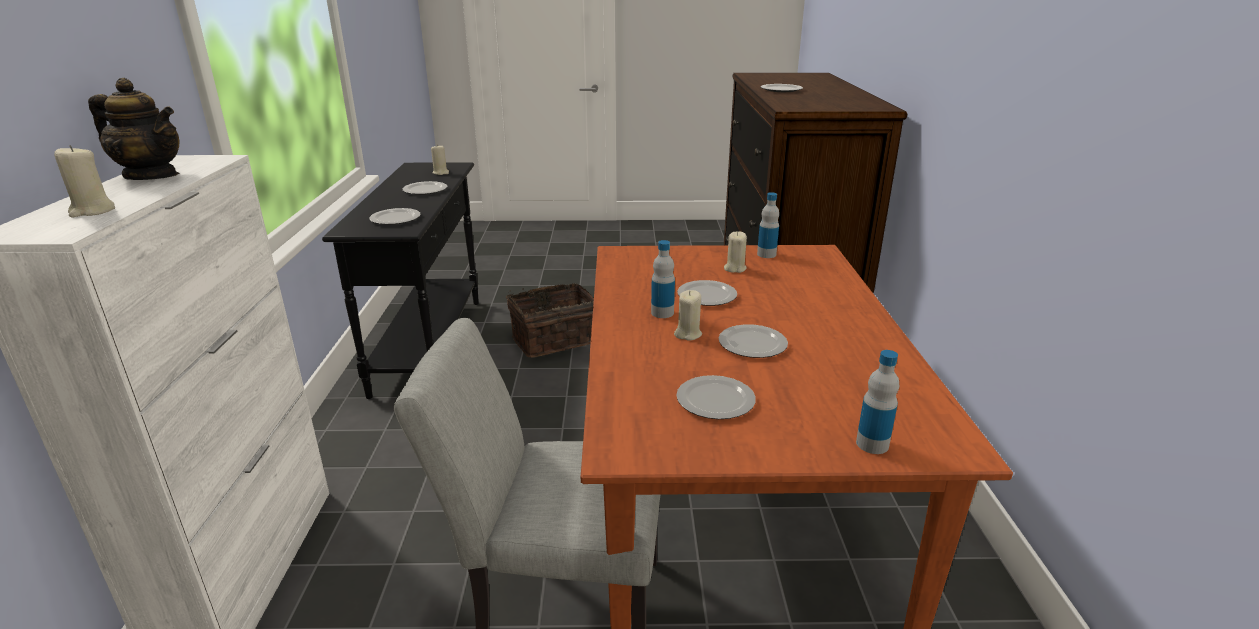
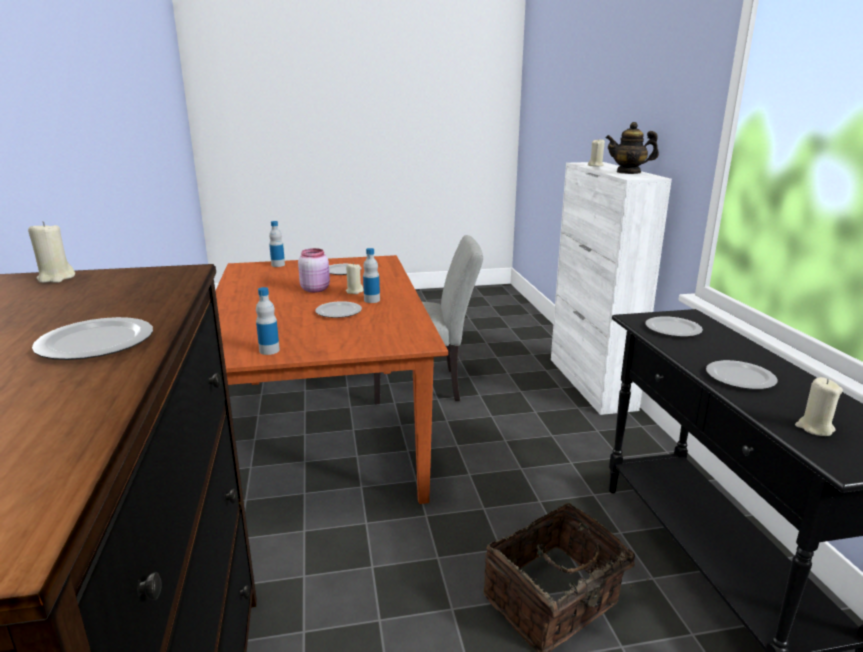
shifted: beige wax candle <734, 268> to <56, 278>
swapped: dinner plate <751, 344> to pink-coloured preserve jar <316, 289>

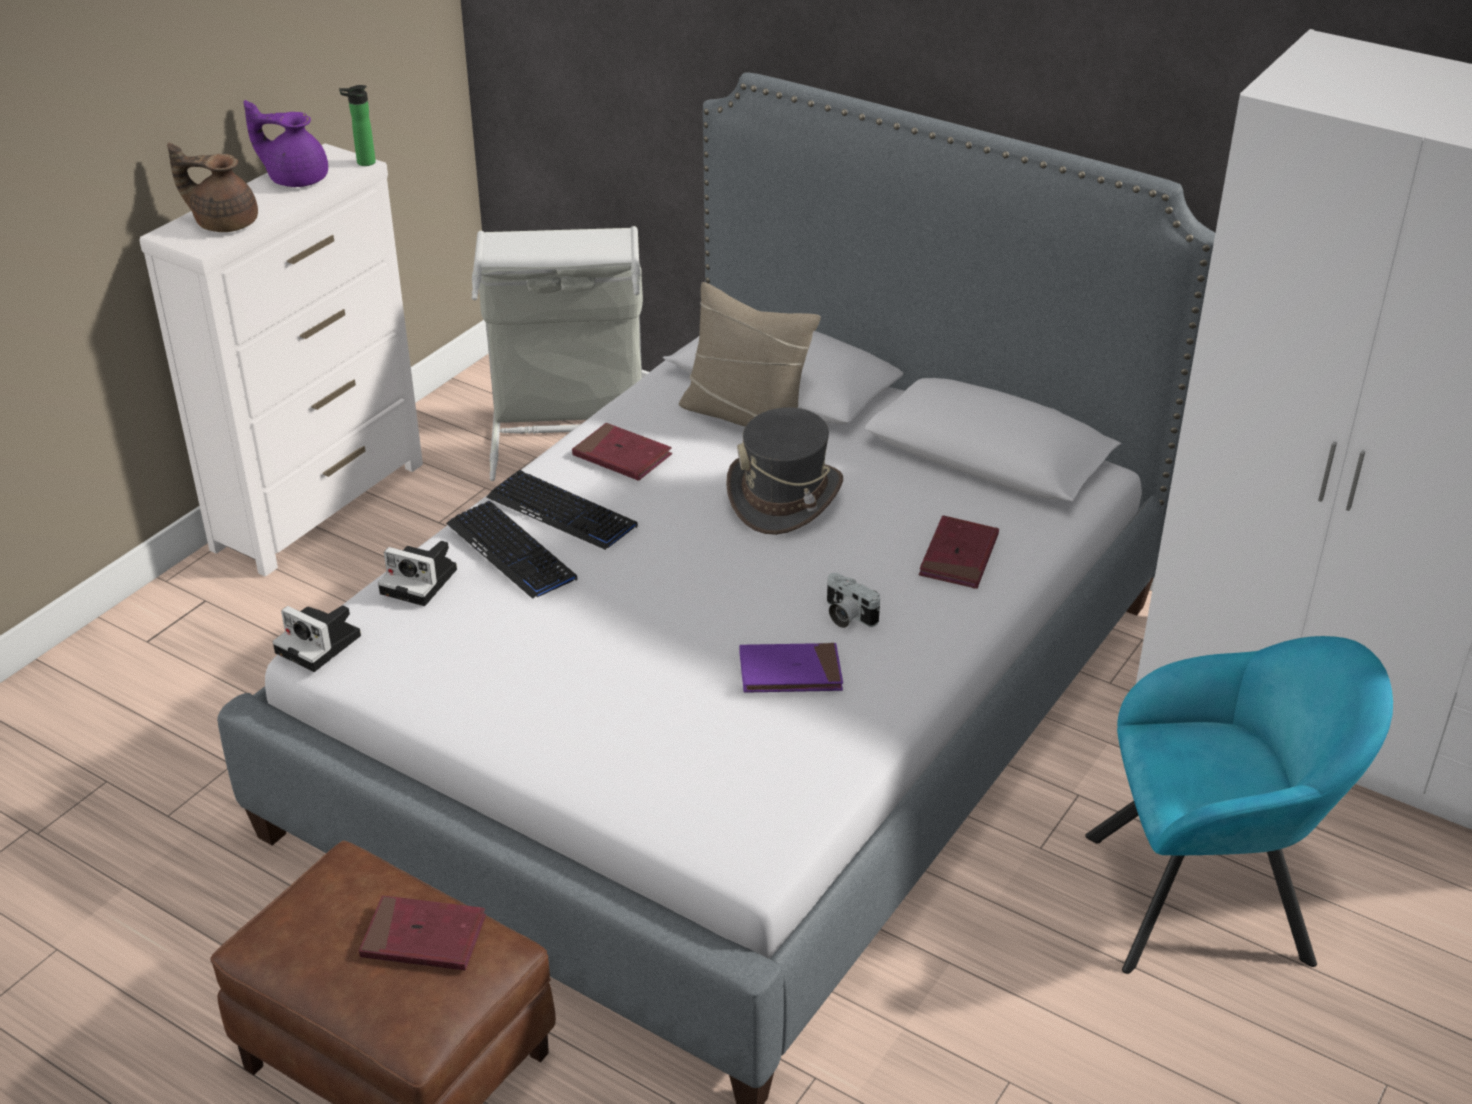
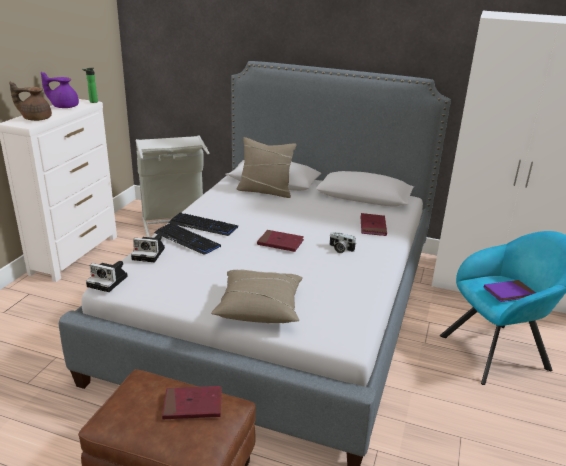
gone: grey clothing hat <785, 497>
new: beige pillow <259, 307>
shifted: red book <622, 456> to <280, 243>; purple book <790, 672> to <509, 293>

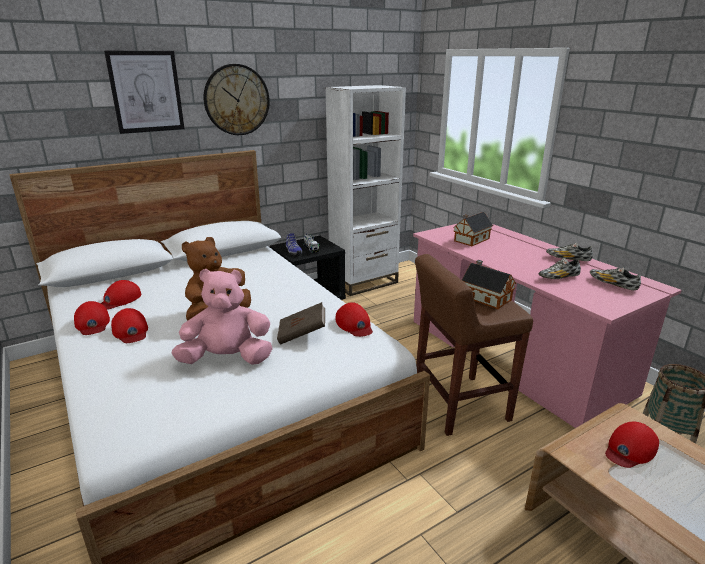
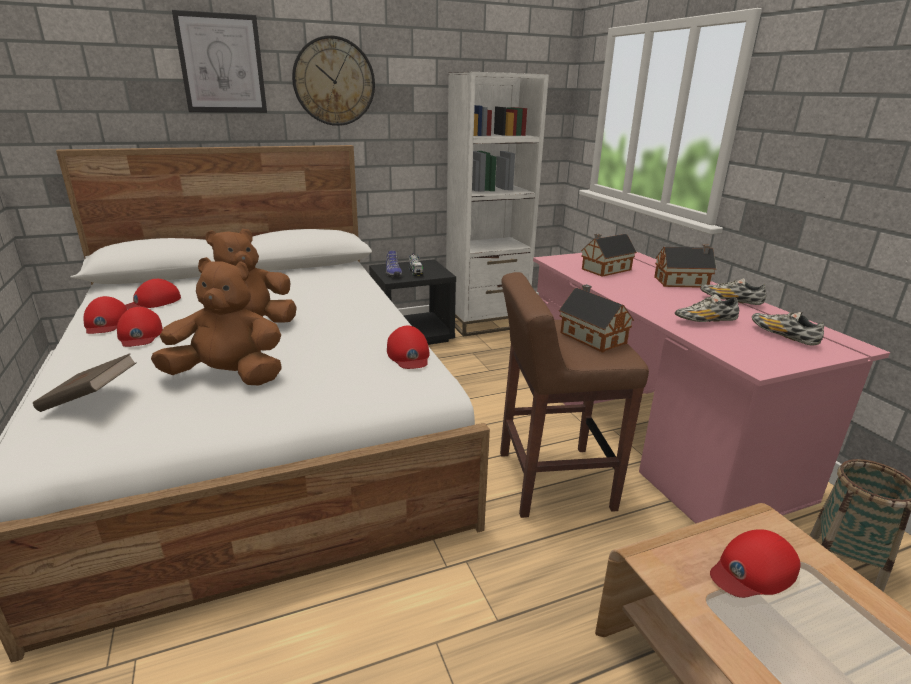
new: toy house <683, 282>
shifted: brown-coloured book <302, 334> to <90, 400>
repainted: pink-coloured cuddly toy <227, 359> to brown-coloured cuddly toy <228, 377>

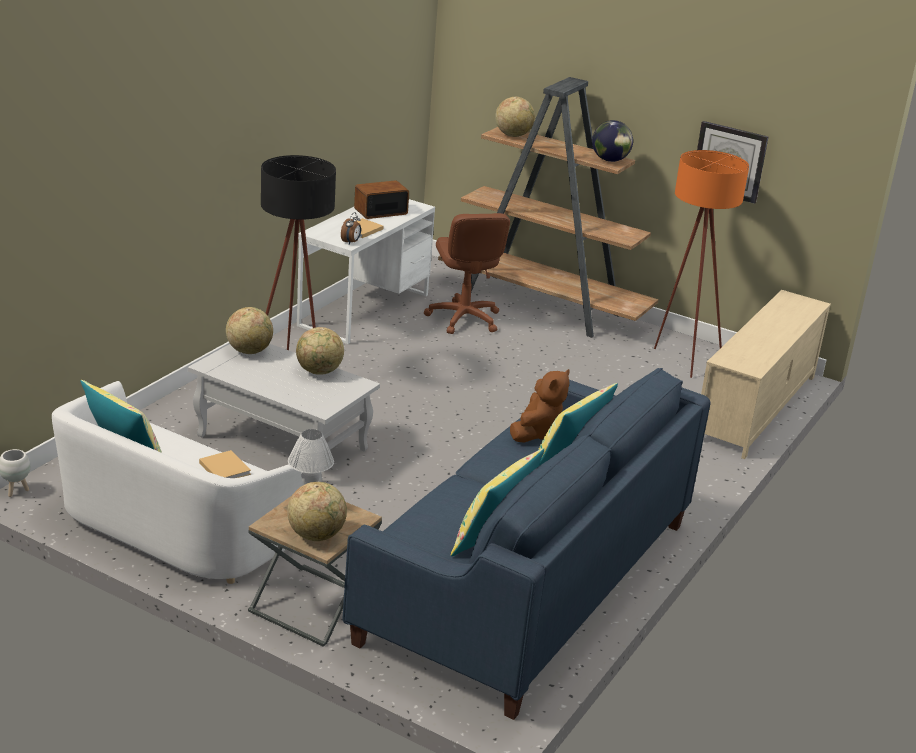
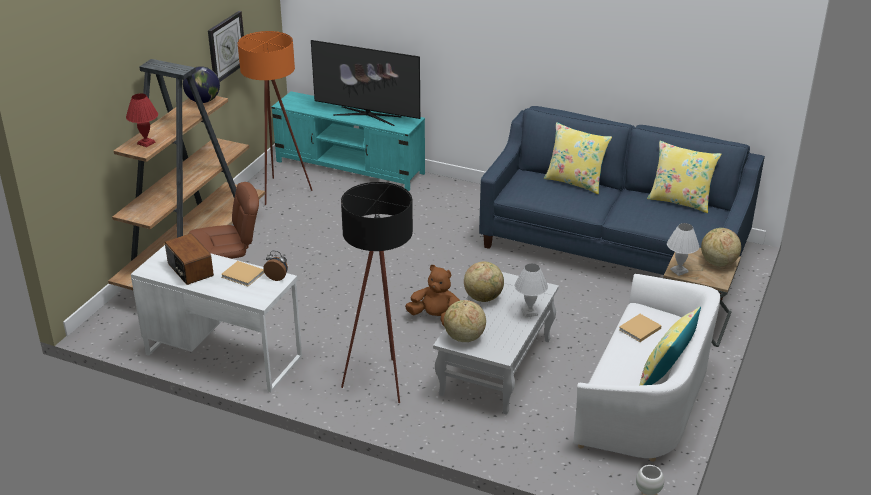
new: TV set <367, 116>; white-coloured tabletop lamp <530, 312>
shifted: brown-coloured cuddly toy <537, 433> to <435, 318>
swapped: globe <513, 135> to red tabletop lamp <145, 143>
repainted: beige media console <755, 408> to blue-green media console <350, 167>

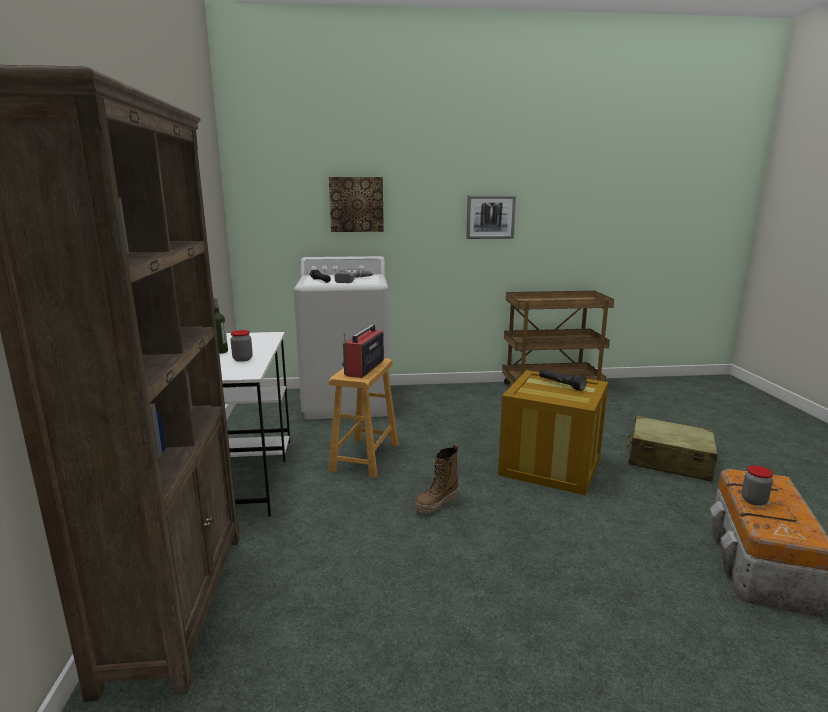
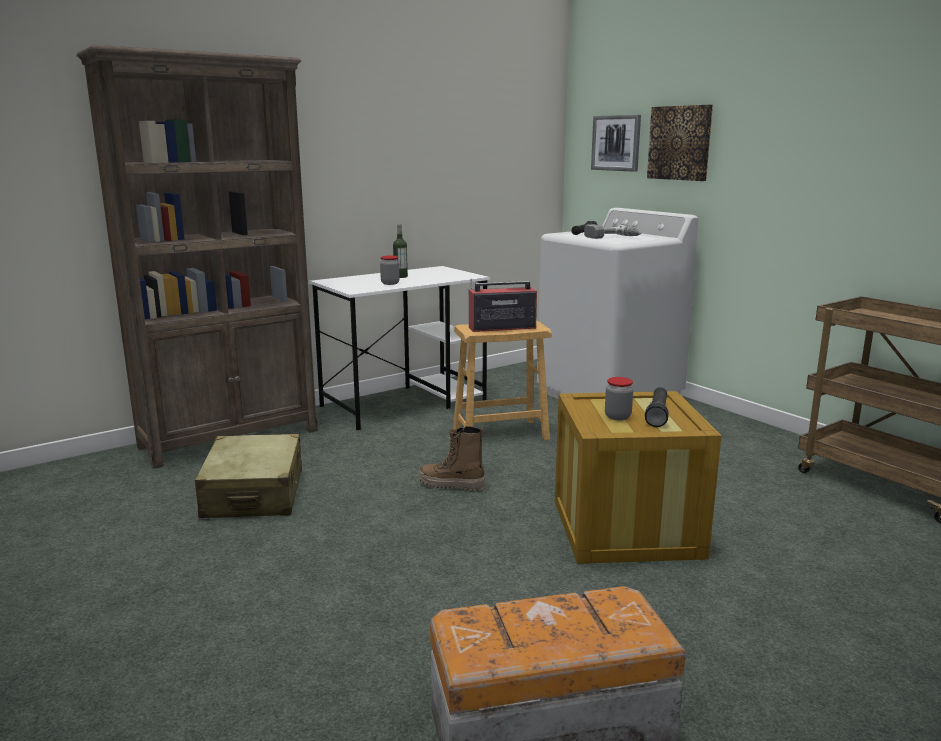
shifted: wall art <490, 217> to <616, 143>; beige suitcase <668, 461> to <254, 493>; preserve jar <754, 501> to <617, 417>

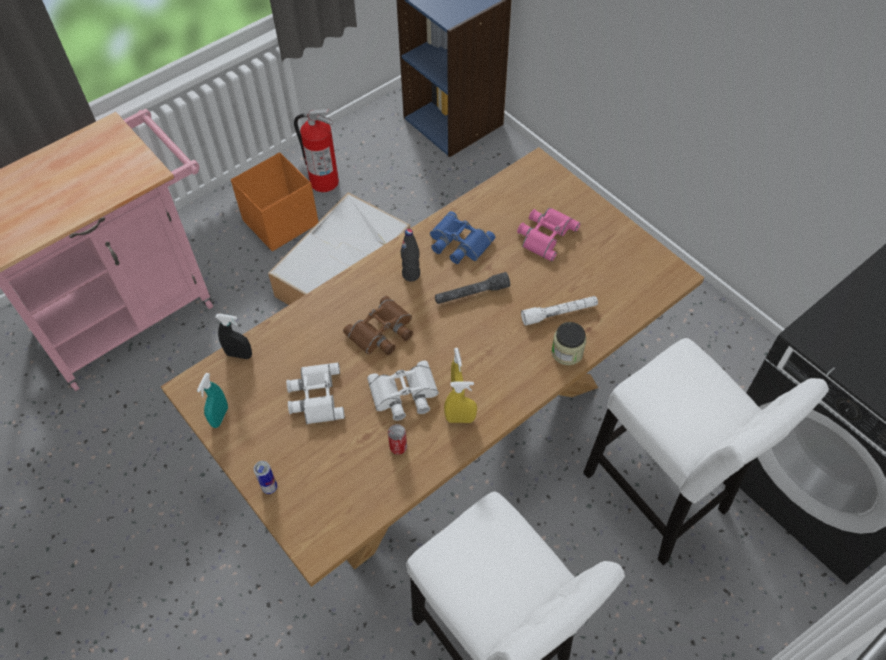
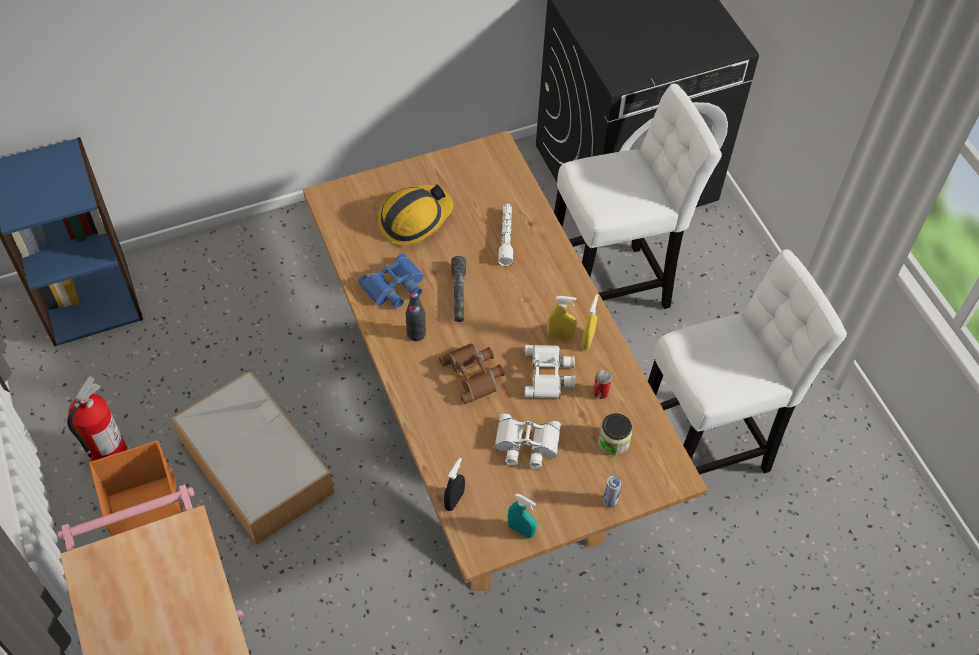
shifted: preserve jar <567, 352> to <613, 442>
swapped: pink-coloured field glasses <545, 234> to safety helmet <414, 219>

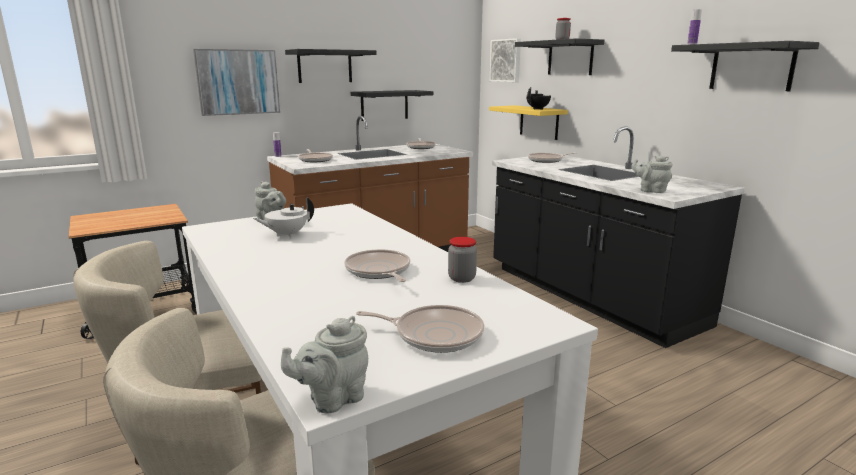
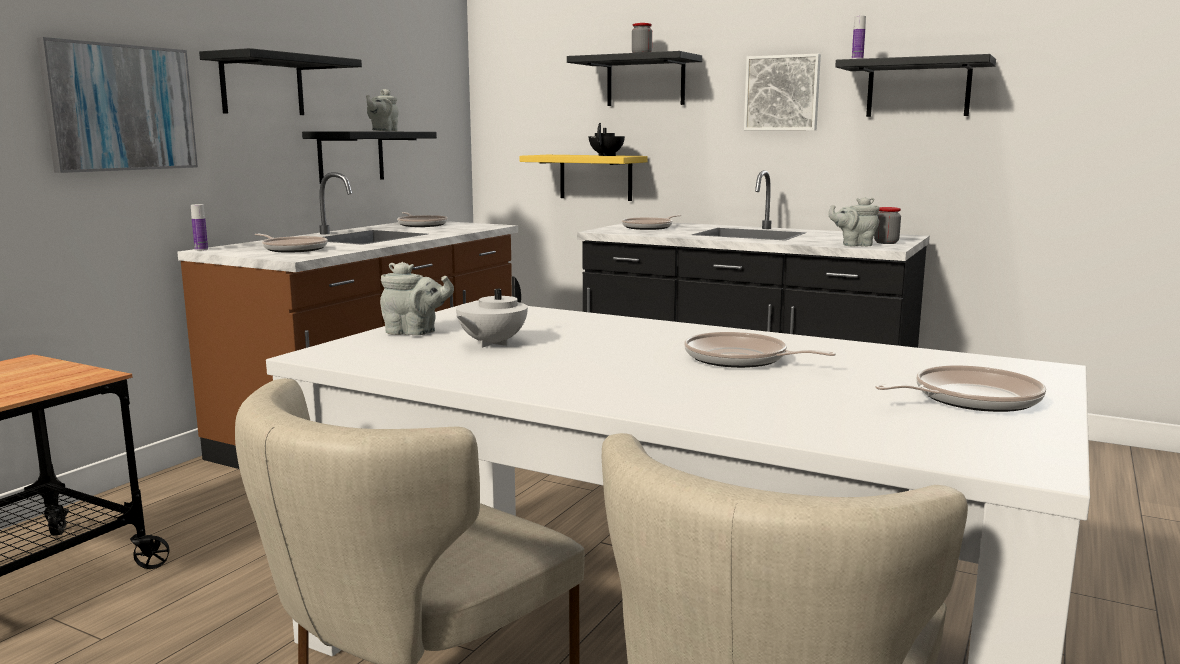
shifted: grey pot for tea <332, 399> to <383, 131>; preserve jar <462, 278> to <886, 243>; wall art <506, 60> to <782, 93>

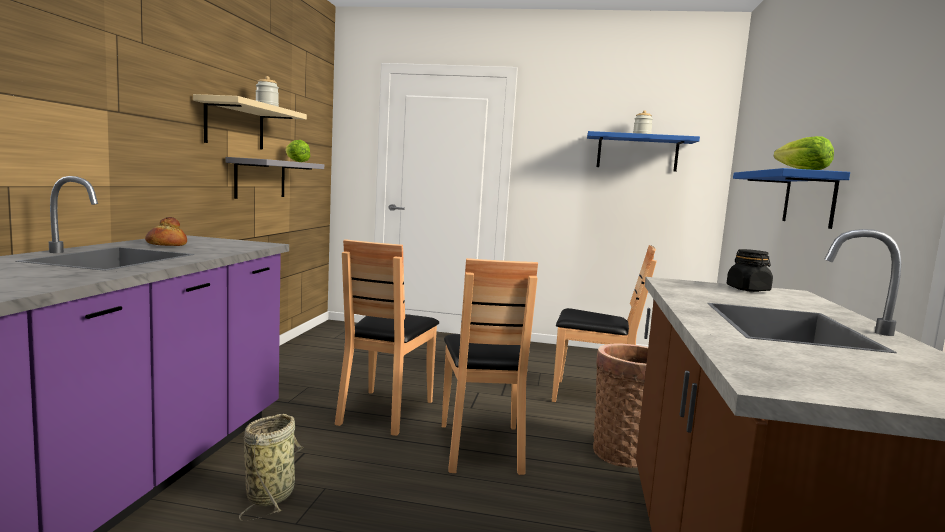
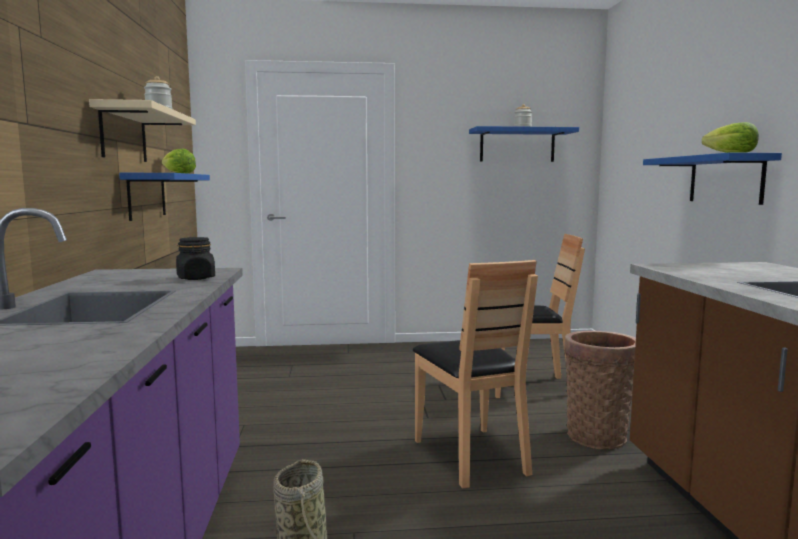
gone: bread <166, 245>; brown-coloured upright chair <385, 411>
shifted: black-coloured preserve jar <748, 289> to <196, 278>
repainted: grey wall shelf <260, 178> to blue wall shelf <146, 195>

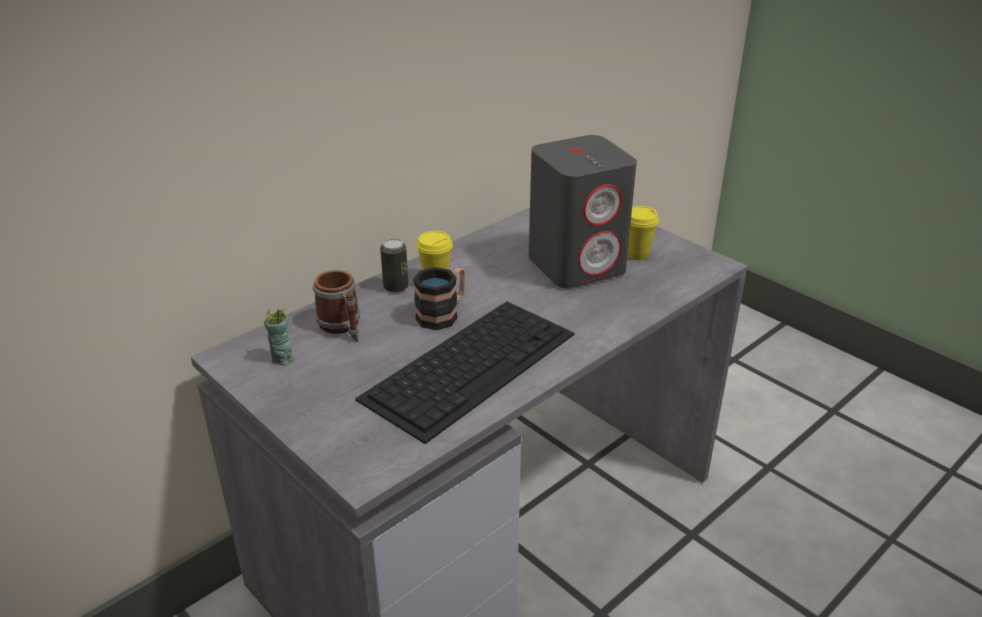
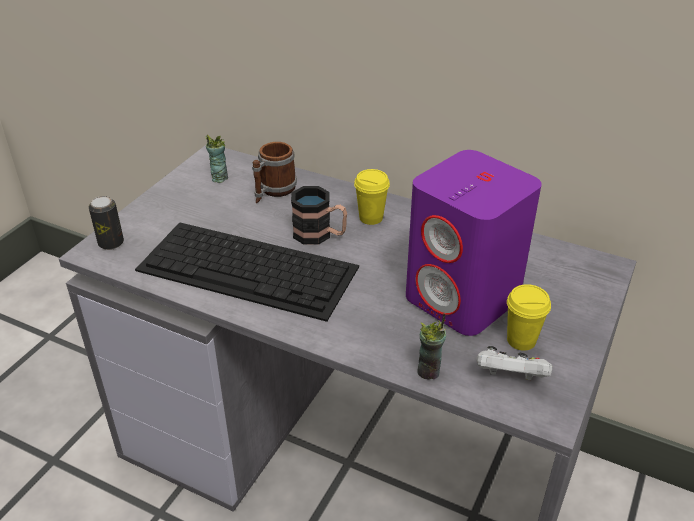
new: small cup <429, 371>; white-coloured joypad <510, 378>
shifted: can <395, 287> to <111, 243>
repainted: grey audio speaker <577, 264> to purple audio speaker <463, 298>

